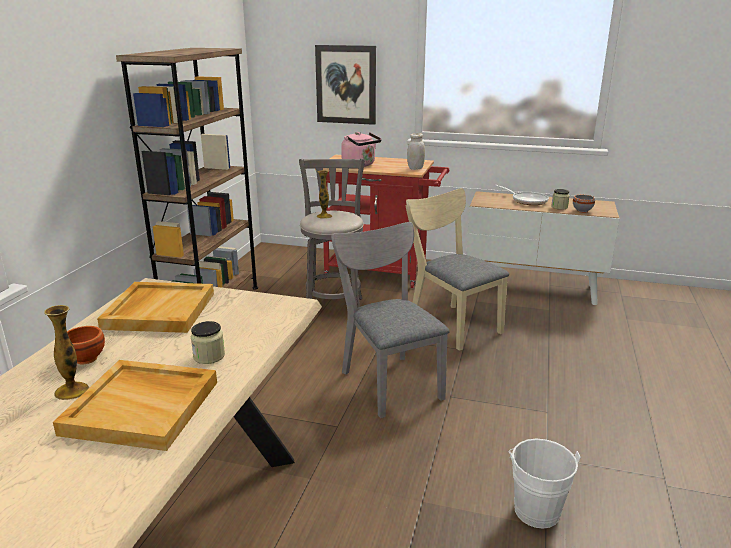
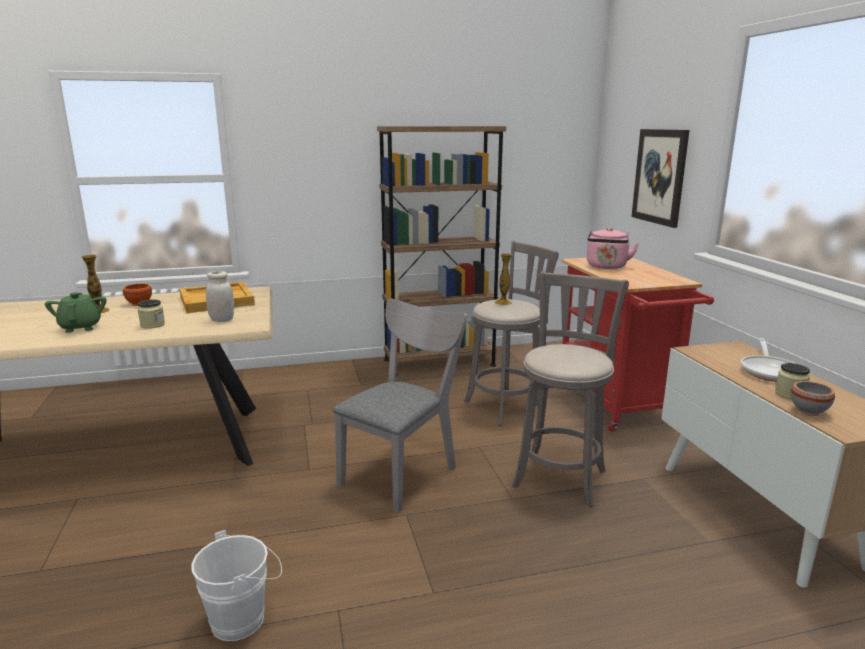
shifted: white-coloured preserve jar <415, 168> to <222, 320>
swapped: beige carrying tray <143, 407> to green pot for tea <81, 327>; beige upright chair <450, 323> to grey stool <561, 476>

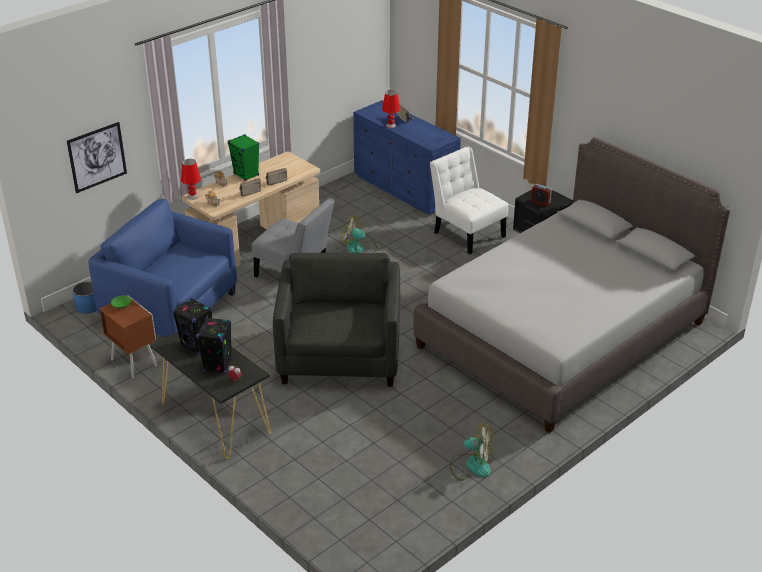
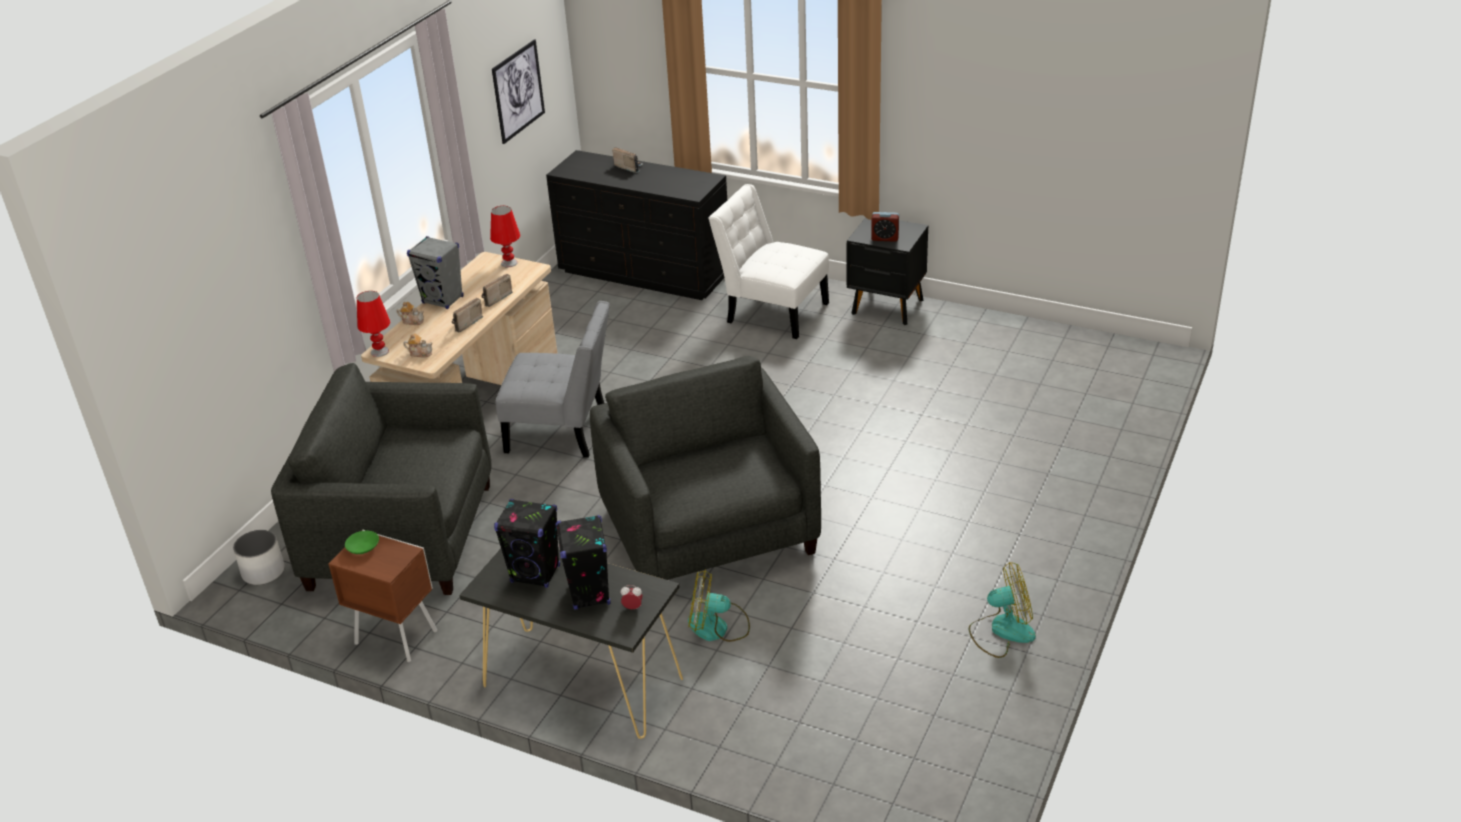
gone: grey bed <562, 334>
shifted: wall art <97, 157> to <518, 91>; fan <359, 249> to <717, 627>; red tabletop lamp <391, 125> to <509, 263>
repainted: blue flower pot <88, 307> to white-coloured flower pot <264, 572>; blue easy chair <171, 308> to grey easy chair <402, 536>; green audio speaker <246, 175> to grey audio speaker <443, 300>; blue drawer chest <405, 189> to black-coloured drawer chest <645, 273>

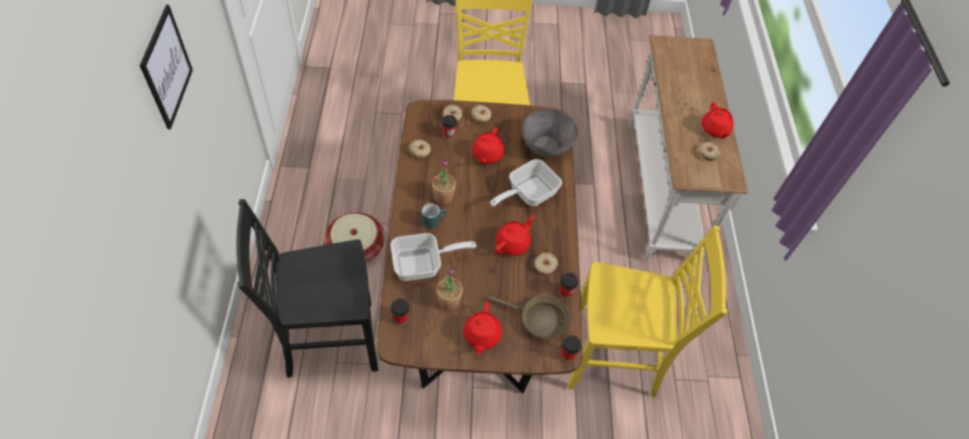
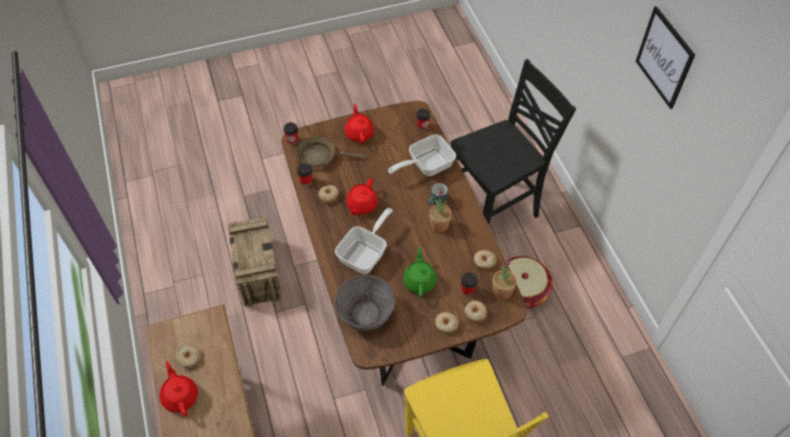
shifted: houseplant <449, 301> to <502, 291>
swapped: yellowish upright chair <614, 360> to packing crate <257, 272>
repainted: red pot for tea <487, 155> to green pot for tea <419, 281>

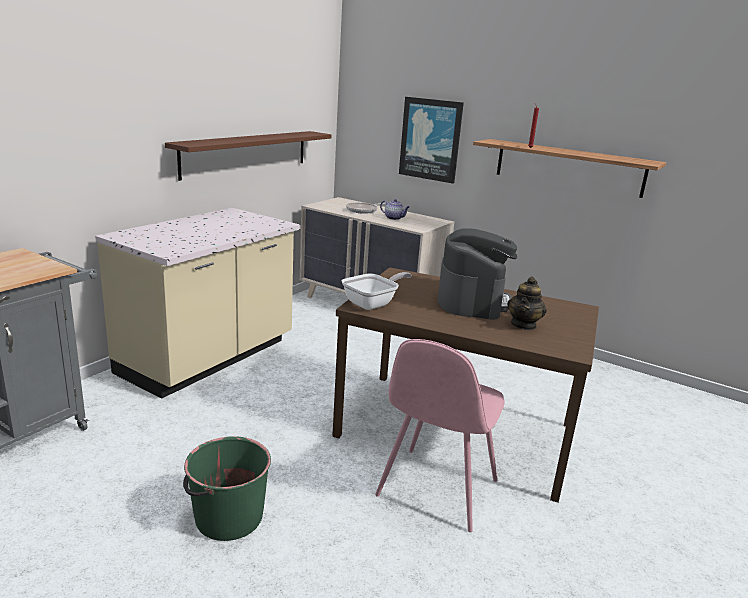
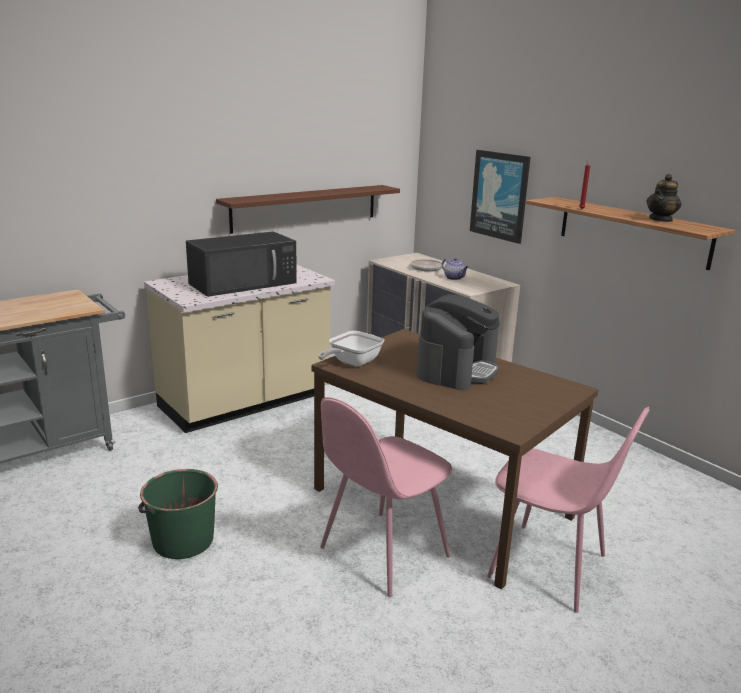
new: black-coloured microwave <244, 283>; pink-coloured upright chair <551, 567>
shifted: pot for tea <524, 325> to <661, 219>
rotated: pan <373, 303> = <351, 363> 150 degrees clockwise

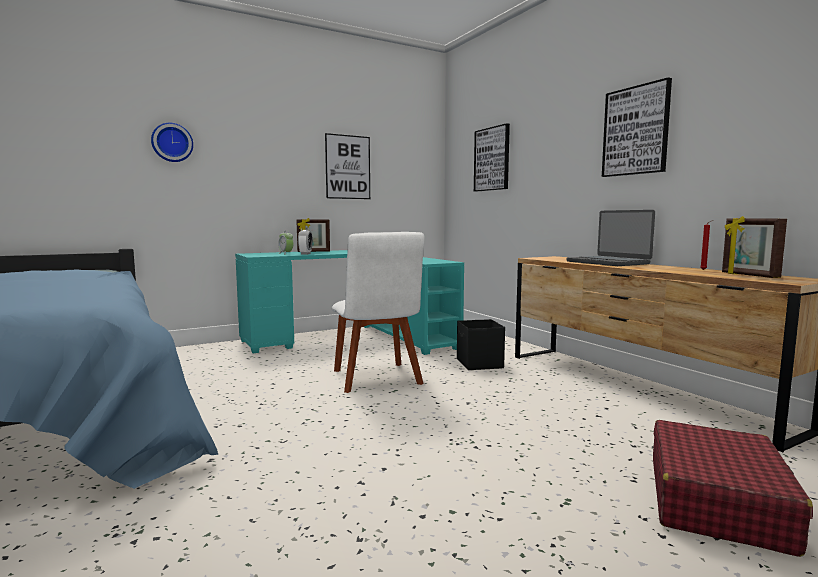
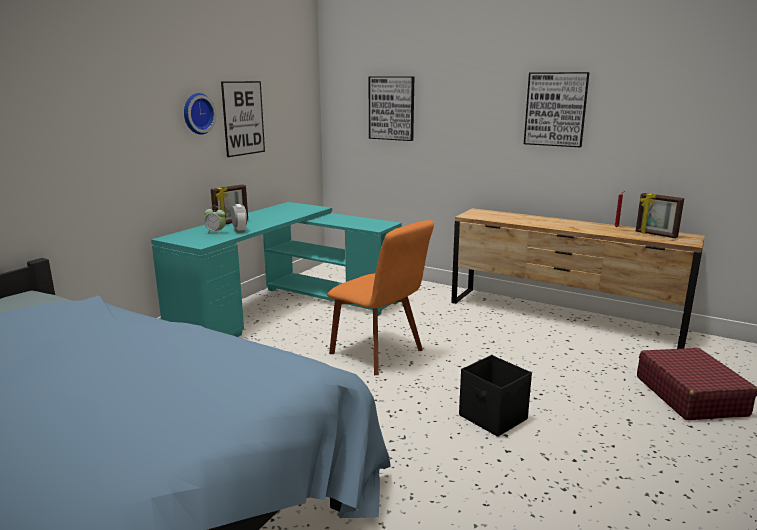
gone: portable computer <608, 262>
shifted: clock on the wall <172, 142> to <197, 113>; black-coloured storage bin <479, 364> to <493, 418>
repainted: white-coloured upright chair <377, 379> to orange-coloured upright chair <379, 353>

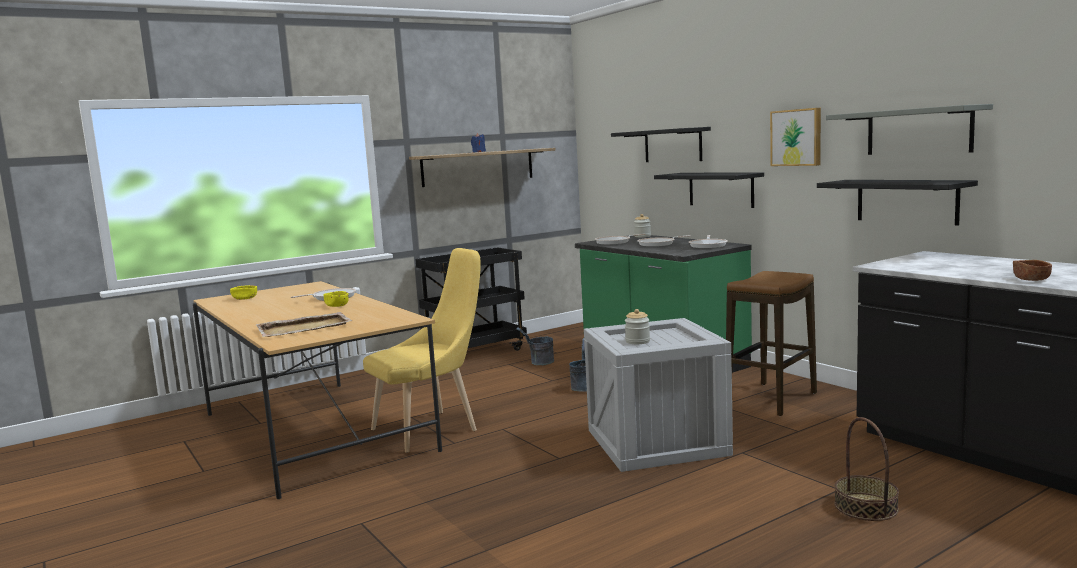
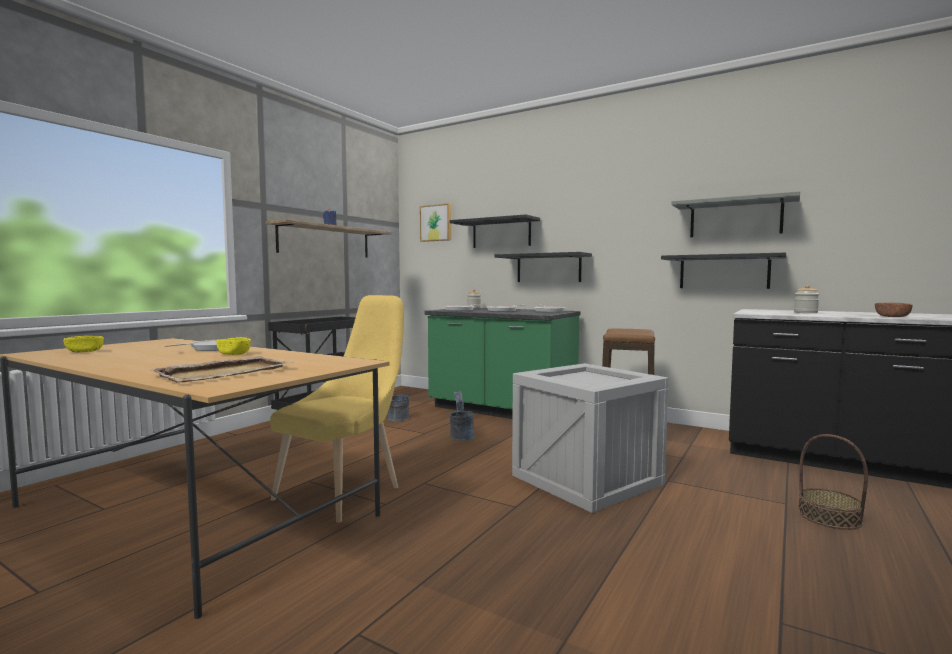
shifted: preserve jar <637, 341> to <805, 312>; wall art <797, 137> to <436, 223>

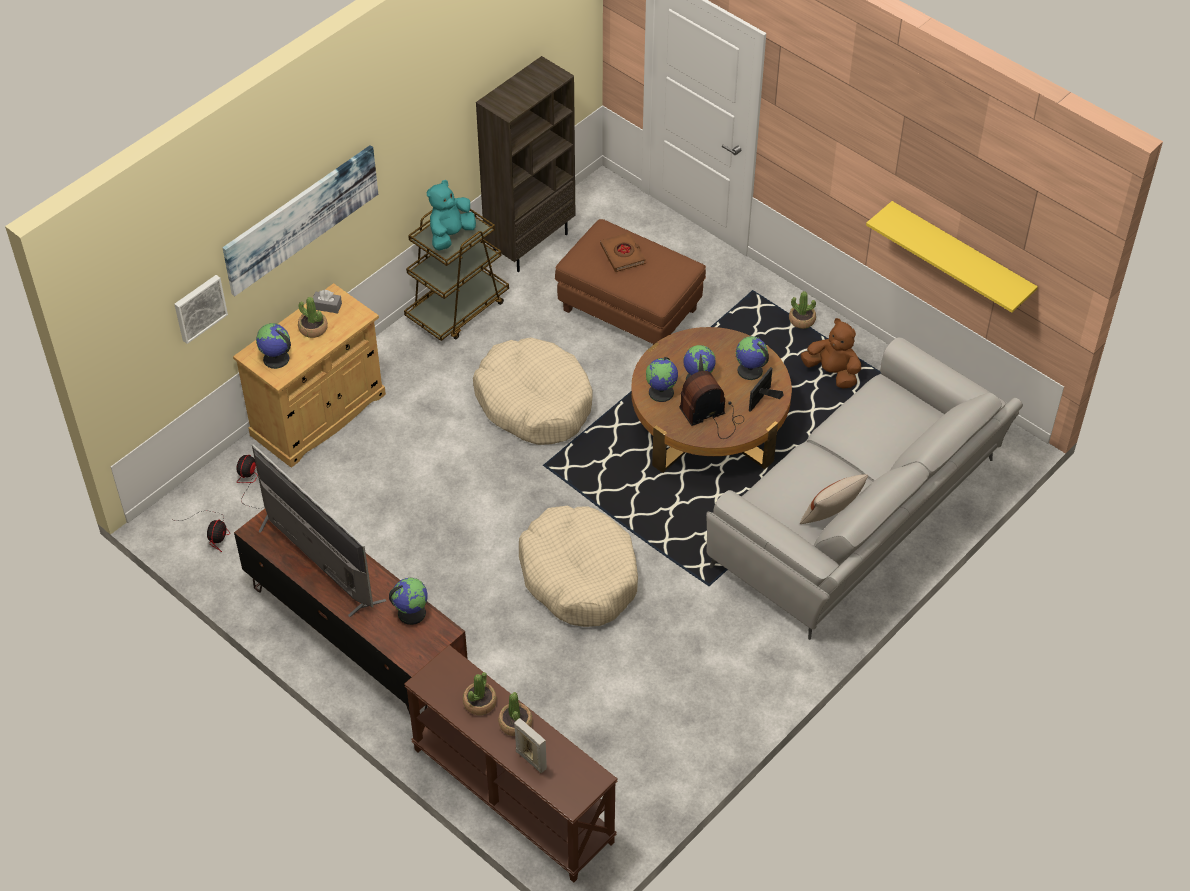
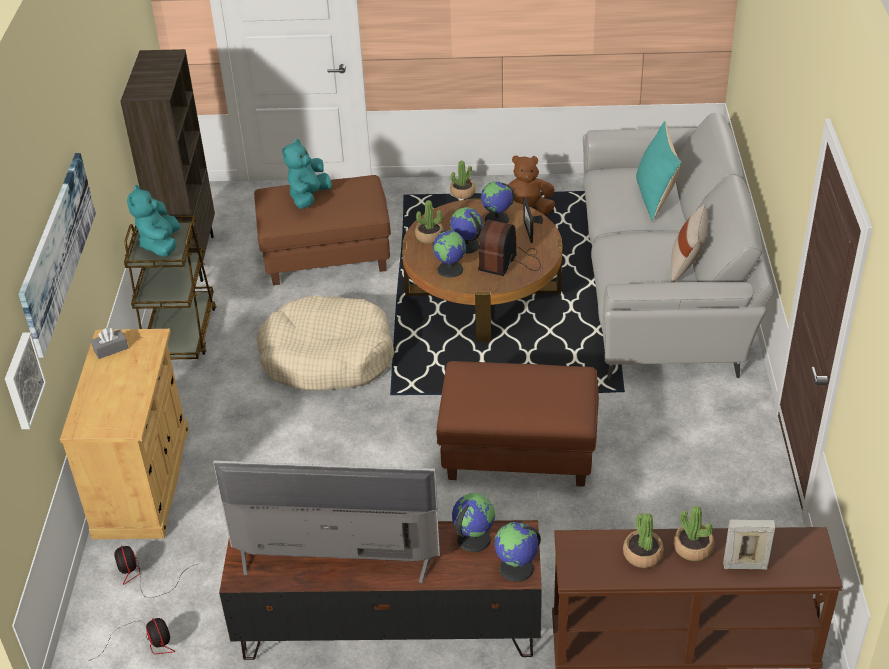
gone: yellowish wall shelf <961, 255>
new: blue-green pillow <655, 198>
shifted: globe <276, 359> to <516, 568>; houseplant <313, 328> to <429, 237>
swapped: beige pet bed <579, 575> to brown-coloured ottoman <519, 451>; brown-coloured book <623, 254> to blue-green cuddly toy <309, 197>

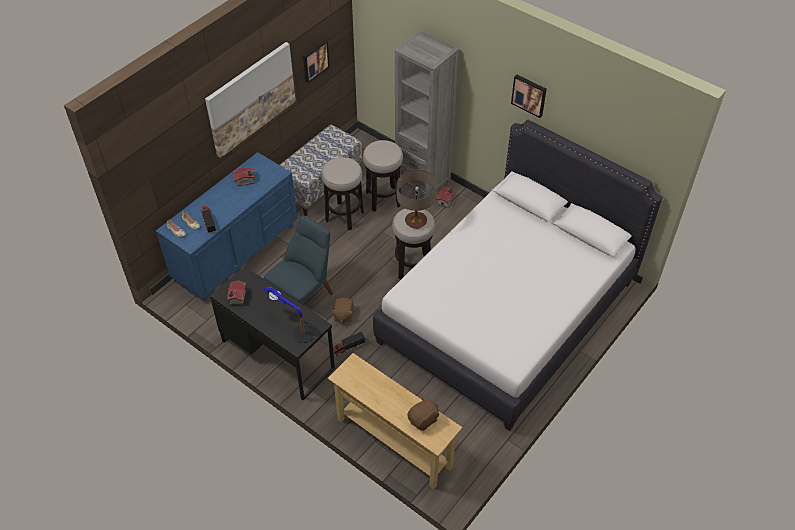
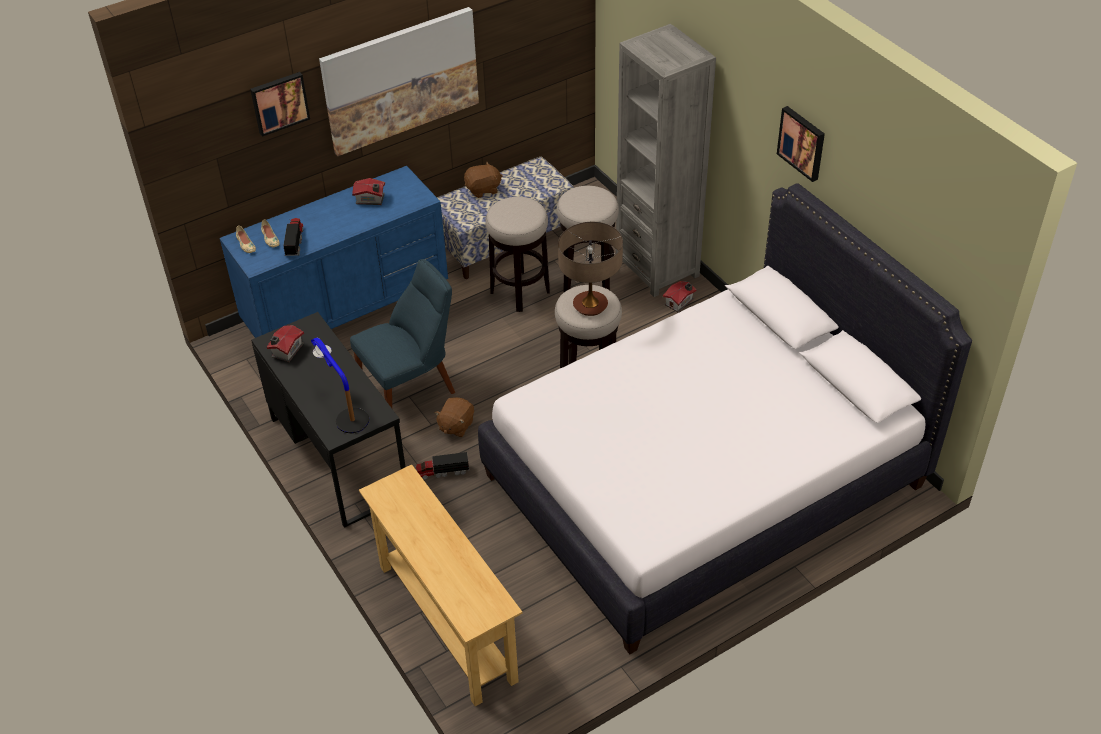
shifted: wall art <315, 60> to <279, 102>; brown-coloured cuddly toy <423, 419> to <483, 190>

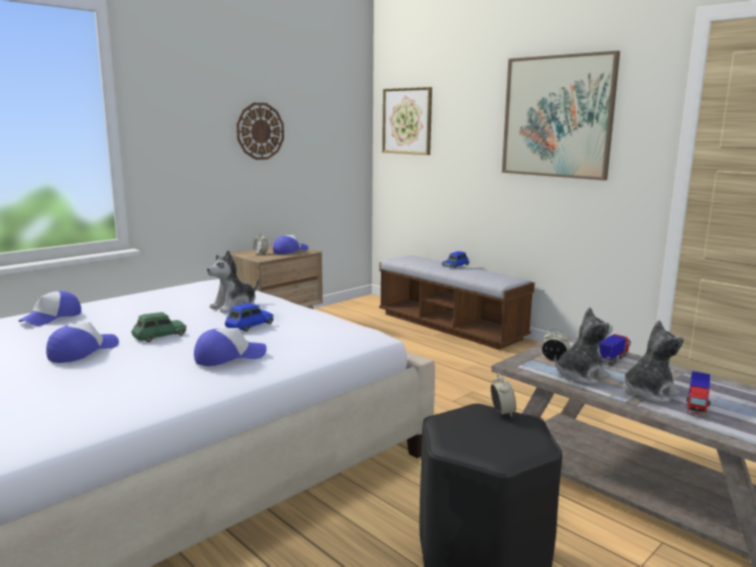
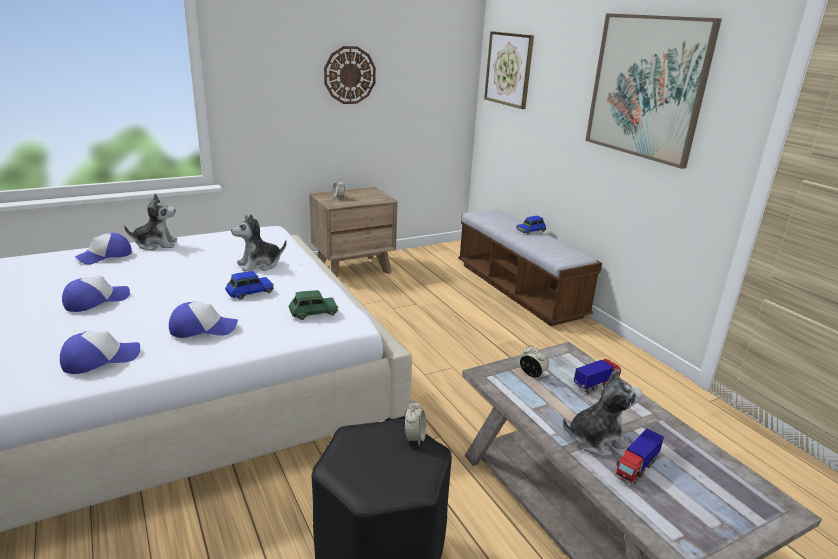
shifted: green model car <159, 335> to <313, 312>; peaked cap <290, 251> to <100, 359>; cuddly toy <580, 376> to <156, 244>

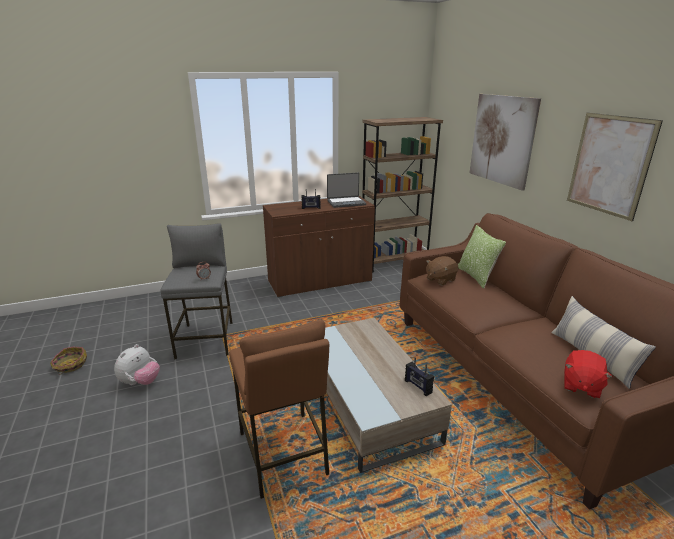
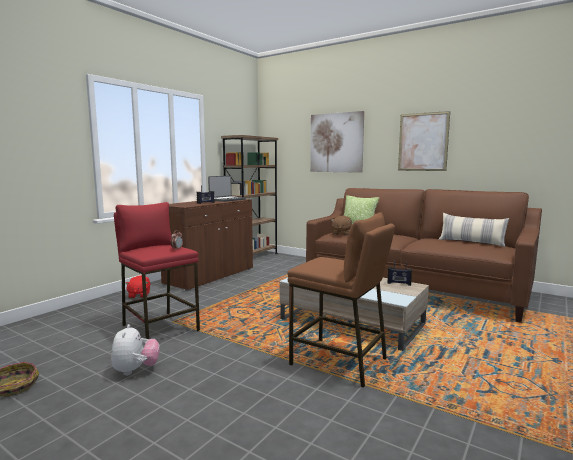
shifted: red cuddly toy <581, 385> to <139, 295>
repainted: grey stool <206, 339> to red stool <160, 328>

